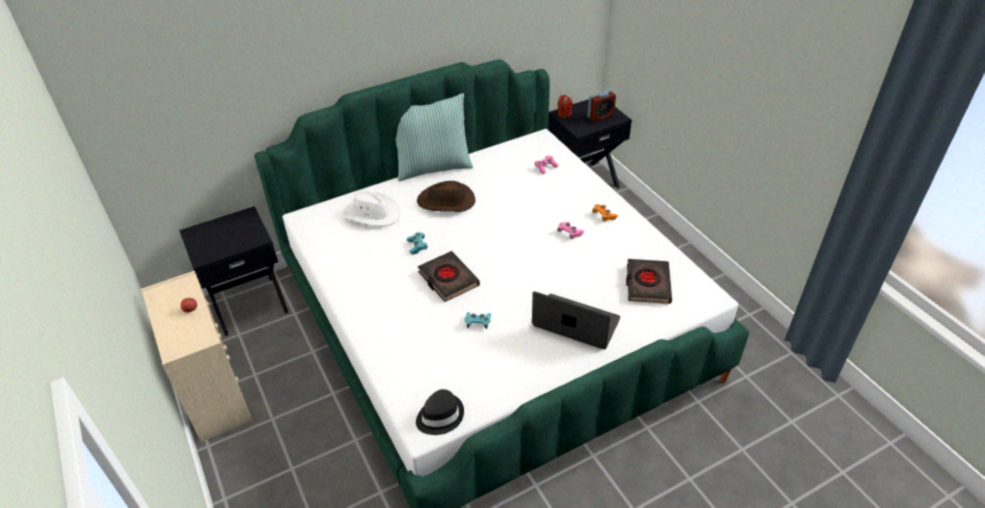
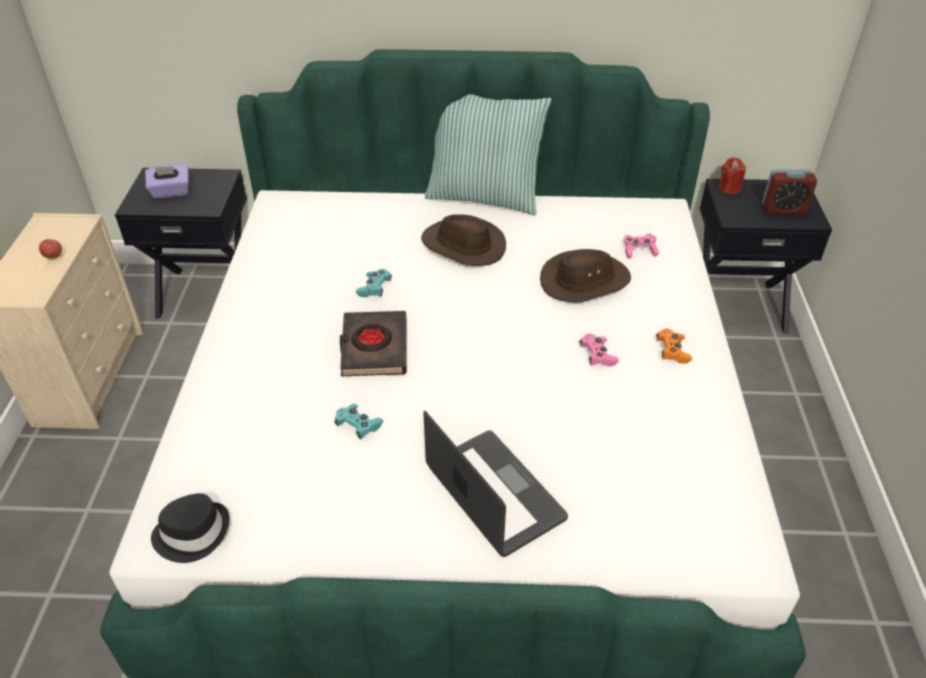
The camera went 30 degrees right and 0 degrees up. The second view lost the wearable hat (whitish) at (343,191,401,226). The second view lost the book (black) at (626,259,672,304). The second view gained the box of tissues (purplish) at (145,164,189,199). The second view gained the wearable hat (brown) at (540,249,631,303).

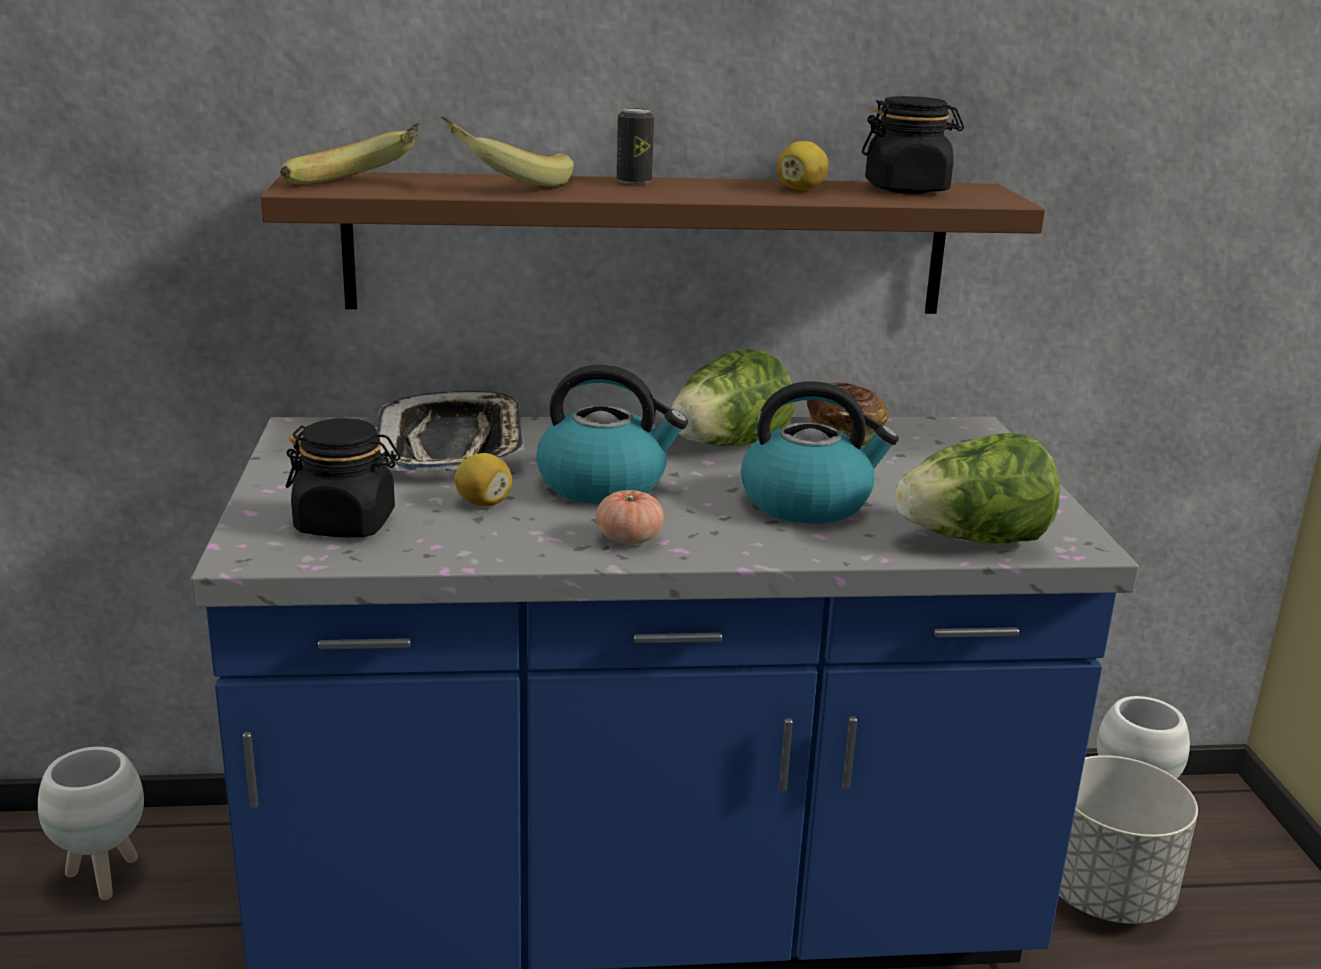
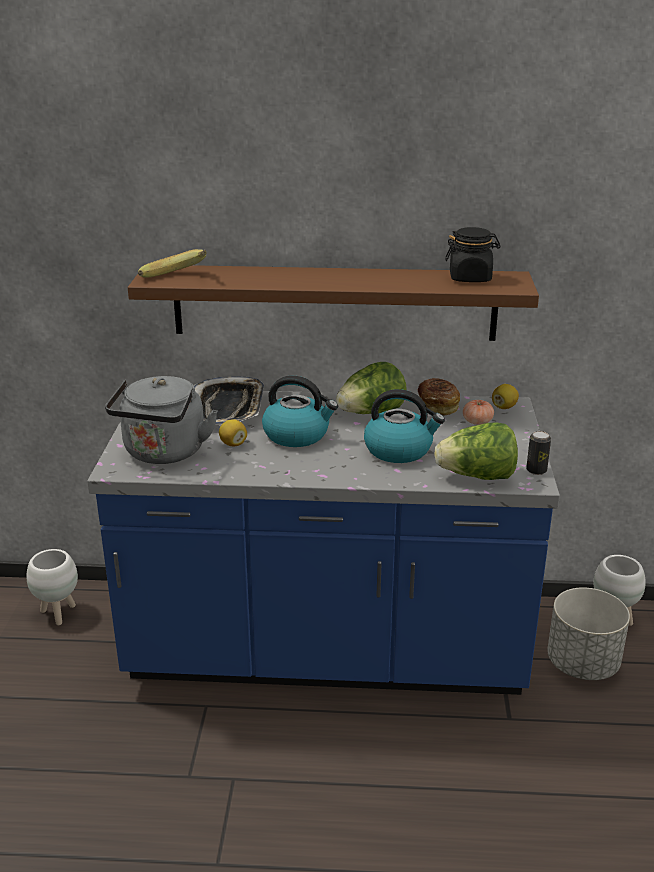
The camera went 10 degrees right and 5 degrees up. The can ended up elsewhere, having gone from (617,108,654,185) to (526,431,551,475). The second view lost the banana fruit at (441,117,574,186). The whole lemon ended up elsewhere, having gone from (777,141,829,190) to (492,384,519,409). Where the storage jar (black) stood at (286,418,401,537), the tea kettle (grey) came to stand at (105,376,218,464). The whole tomato ended up elsewhere, having gone from (596,490,664,544) to (463,400,494,425).

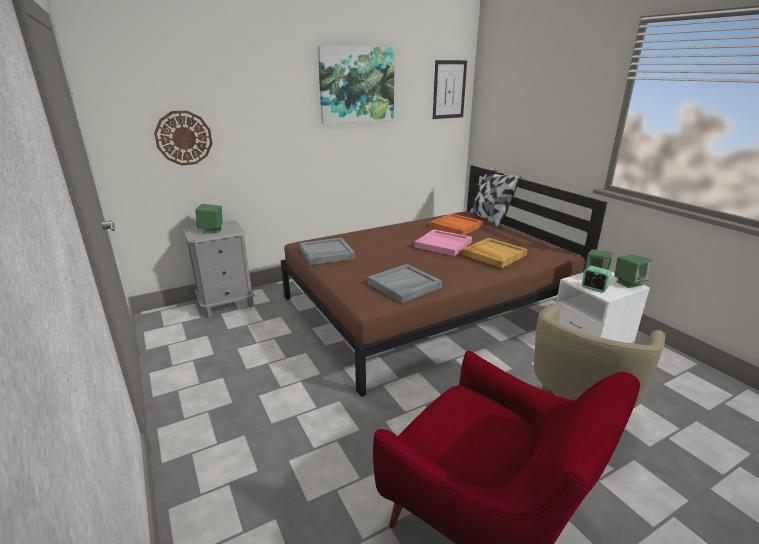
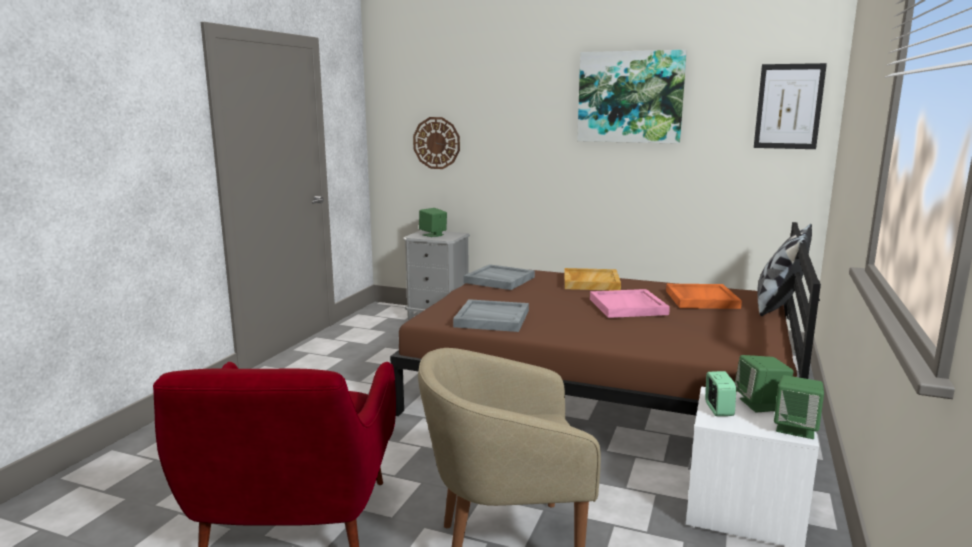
The camera went 50 degrees right and 10 degrees down. The tray (sand-coloured) ended up elsewhere, having gone from (462,238,528,268) to (564,268,621,291).

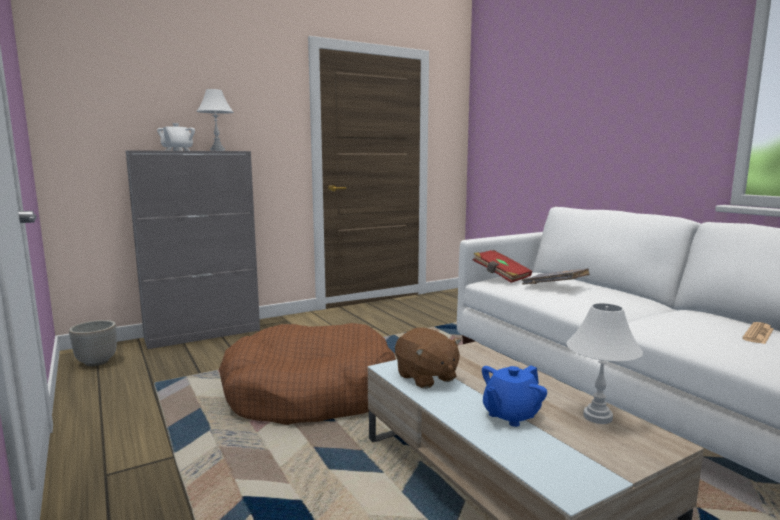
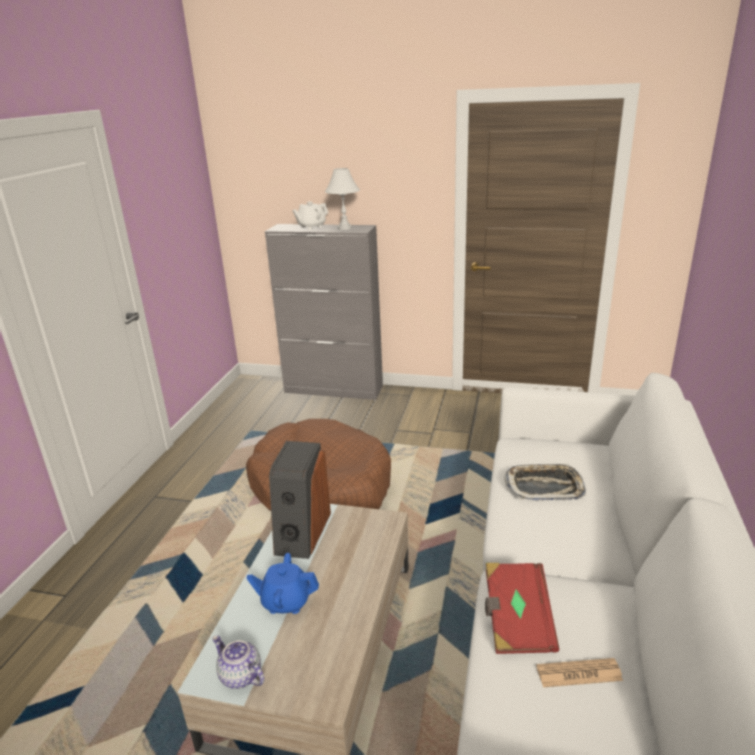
The camera went 45 degrees right and 15 degrees up. The book (reddish) ended up elsewhere, having gone from (473,250,532,283) to (485,563,559,654). Where the book (grey) stood at (522,268,590,284), the tray came to stand at (504,463,586,500). The second view lost the table lamp (whitish) at (566,303,643,424). The second view lost the plant pot at (69,320,117,366). Where the plush toy (brown) stood at (395,327,461,389), the audio speaker came to stand at (269,441,331,559). The second view gained the teapot at (212,636,265,689).

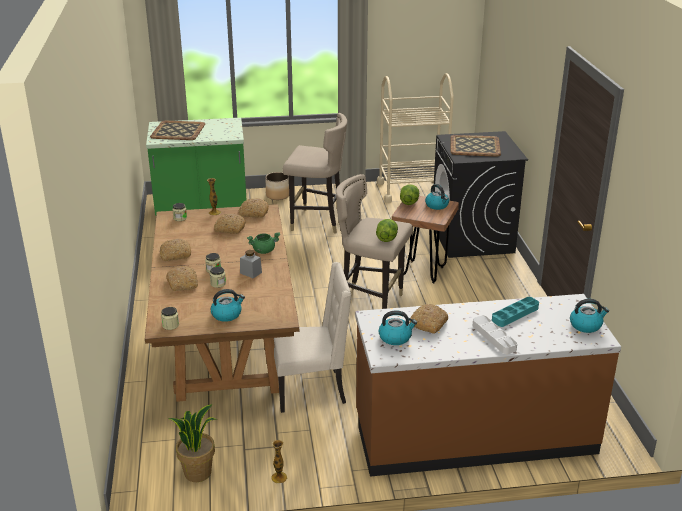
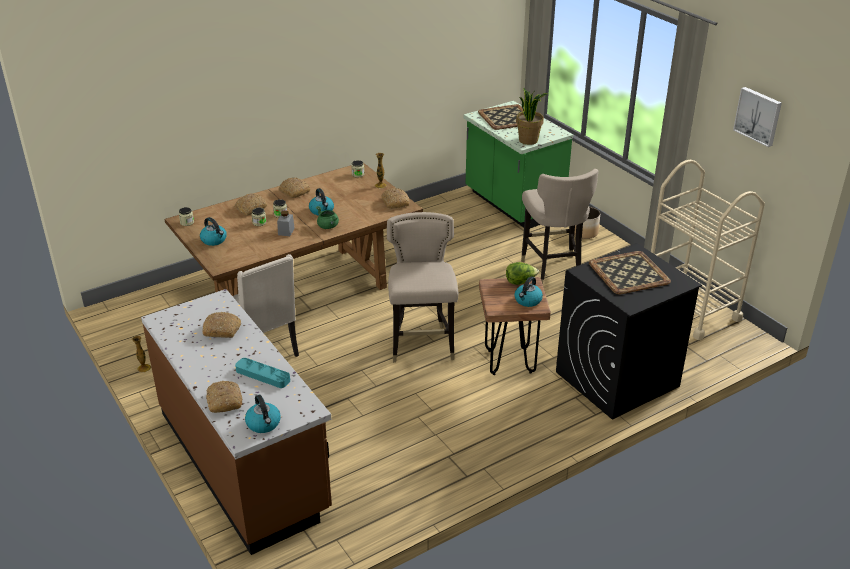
The camera went 65 degrees right and 5 degrees up. The bread ended up elsewhere, having gone from (214,213,246,234) to (206,381,243,413). The second view lost the lettuce at (376,219,398,242). The tea kettle ended up elsewhere, having gone from (379,310,417,345) to (309,188,334,215). The second view lost the tray (grey) at (472,315,517,354). The potted plant ended up elsewhere, having gone from (168,404,218,482) to (516,88,548,145). The second view gained the wall picture at (733,87,782,147).

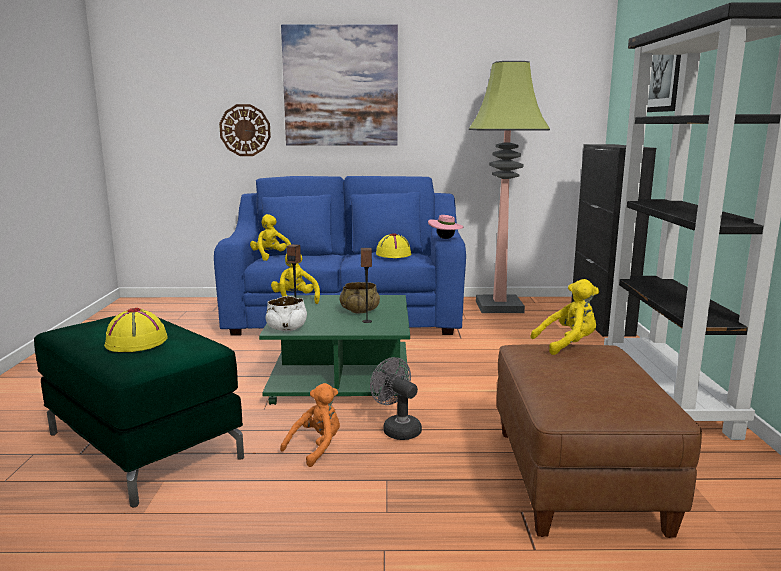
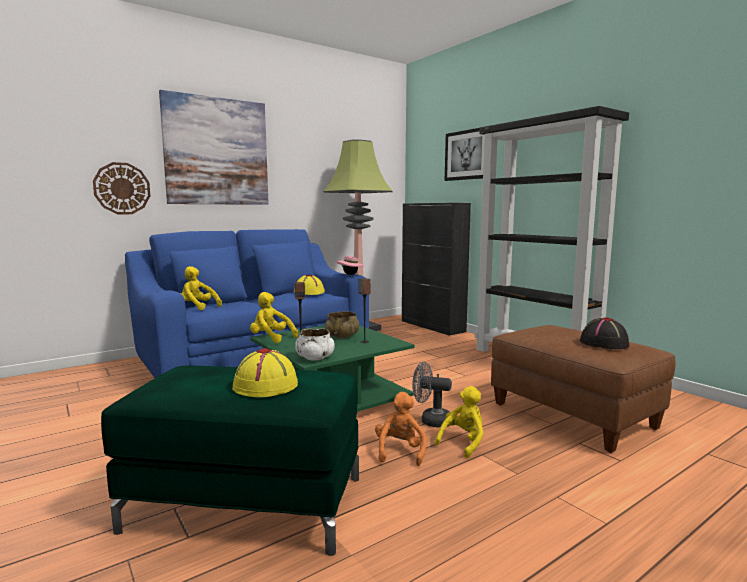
The camera went 35 degrees left and 5 degrees down. The plush toy (yellow-coloured) ended up elsewhere, having gone from (530,279,599,355) to (435,386,484,458). The second view gained the wearable hat (black) at (580,317,629,349).

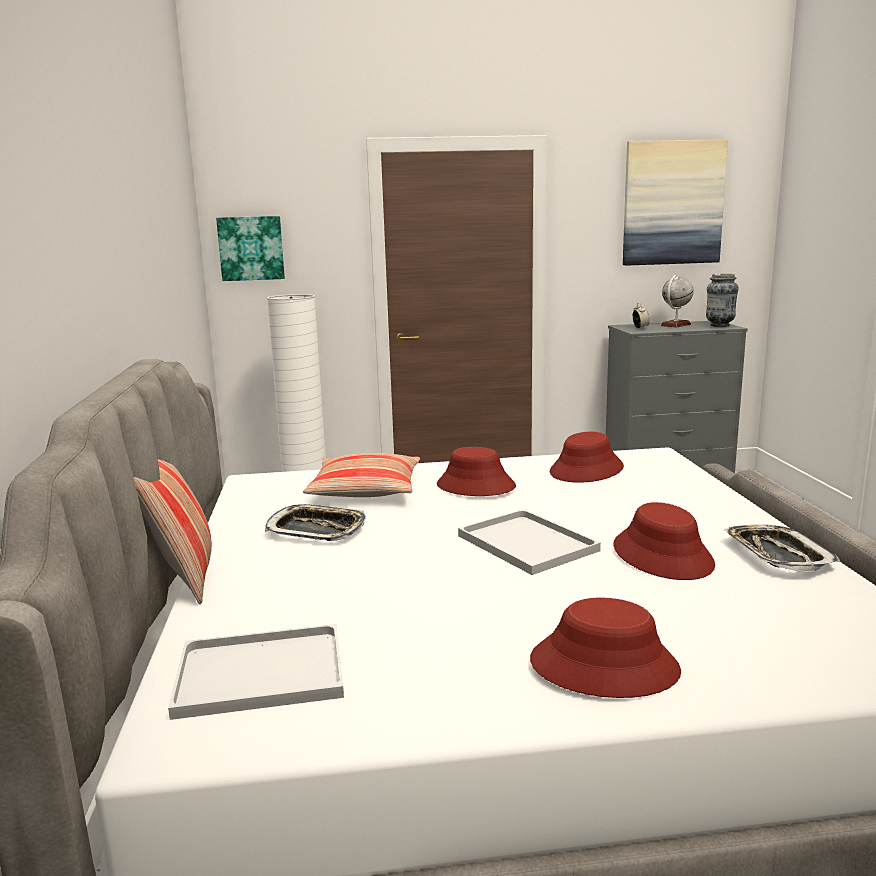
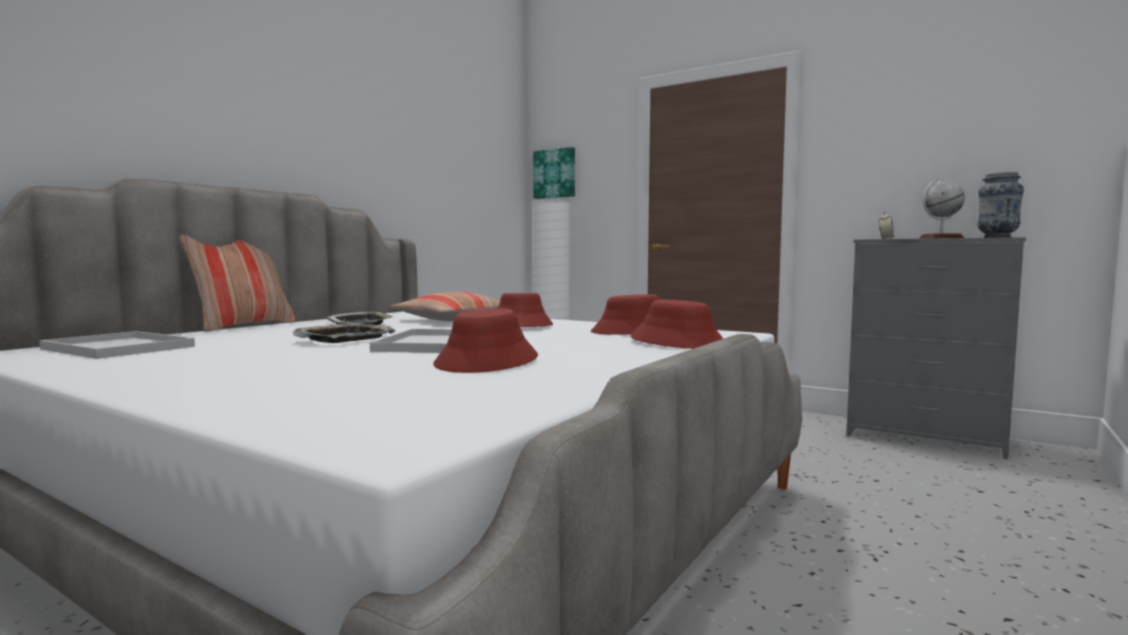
The camera went 40 degrees right and 10 degrees down. The second view lost the wall picture at (623,139,728,266). The tray ended up elsewhere, having gone from (724,525,840,572) to (293,323,396,343). The wearable hat (reddish) ended up elsewhere, having gone from (530,597,681,698) to (630,300,723,349).

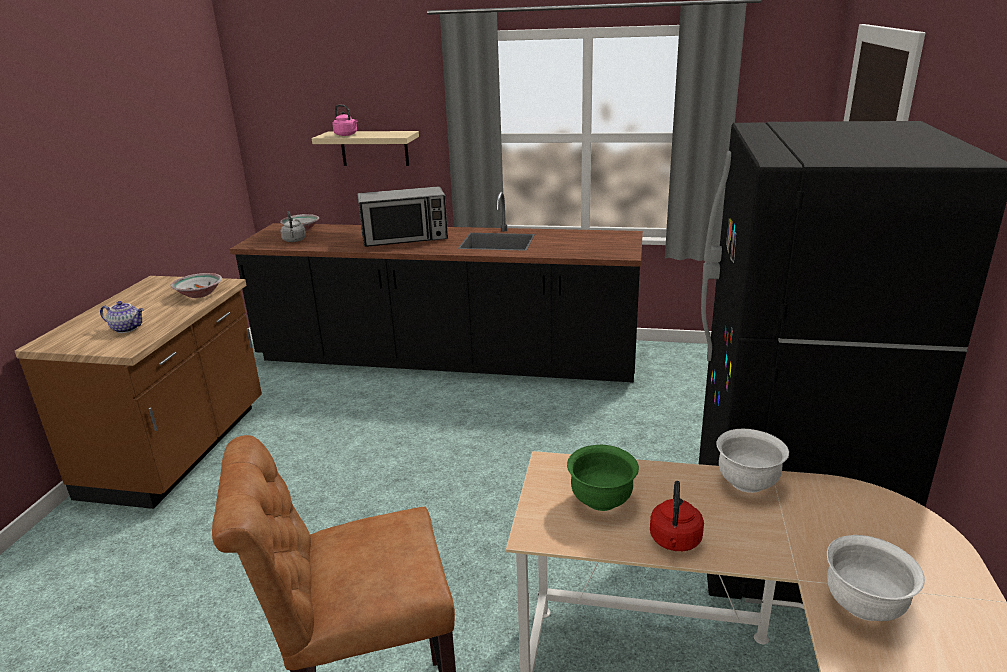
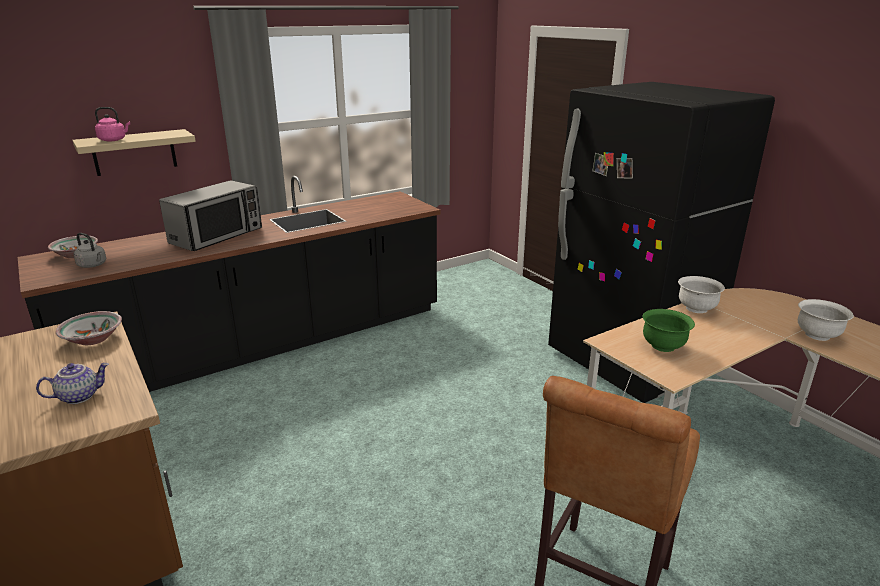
The camera went 45 degrees left and 0 degrees up. The second view lost the tea kettle (reddish) at (650,481,704,551).

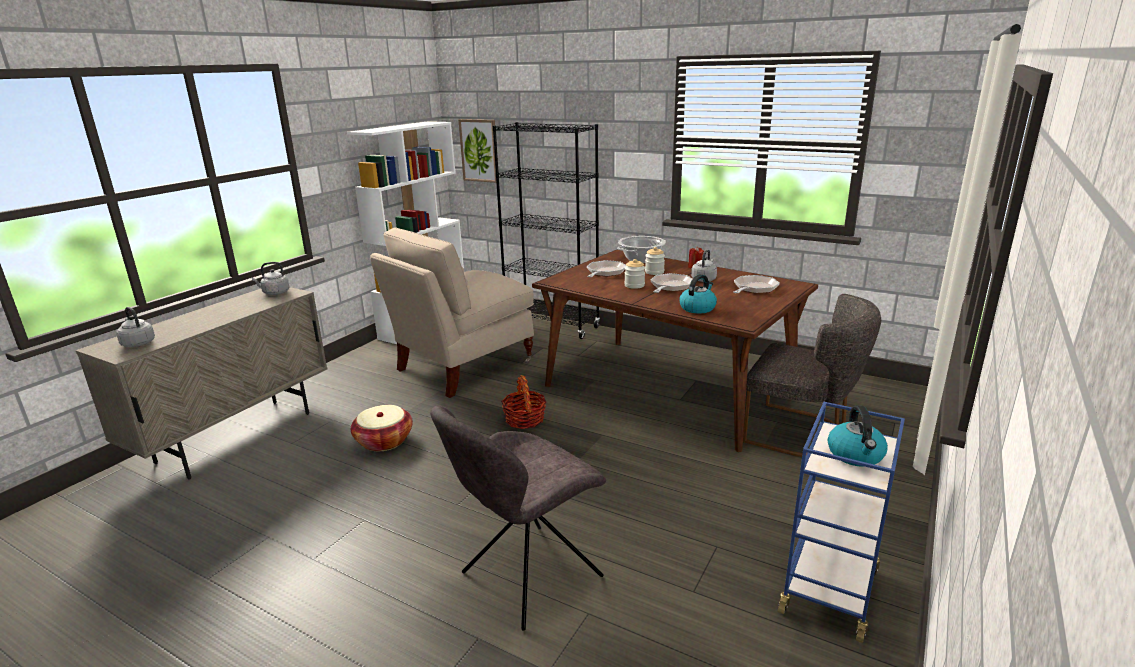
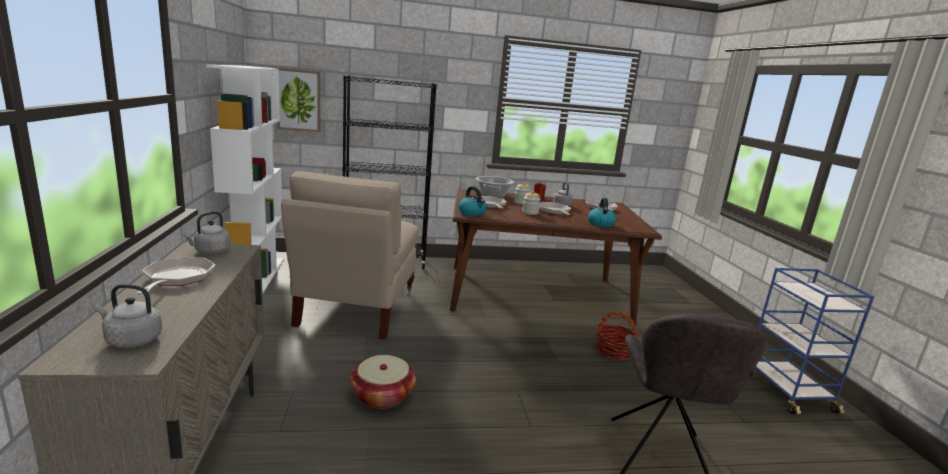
The camera went 40 degrees left and 5 degrees down. The second view lost the upright chair (grey) at (743,294,881,457). The basket ended up elsewhere, having gone from (501,375,547,429) to (597,312,639,360). The tea kettle ended up elsewhere, having gone from (828,405,888,467) to (459,186,487,216). The second view gained the skillet at (136,257,215,295).

